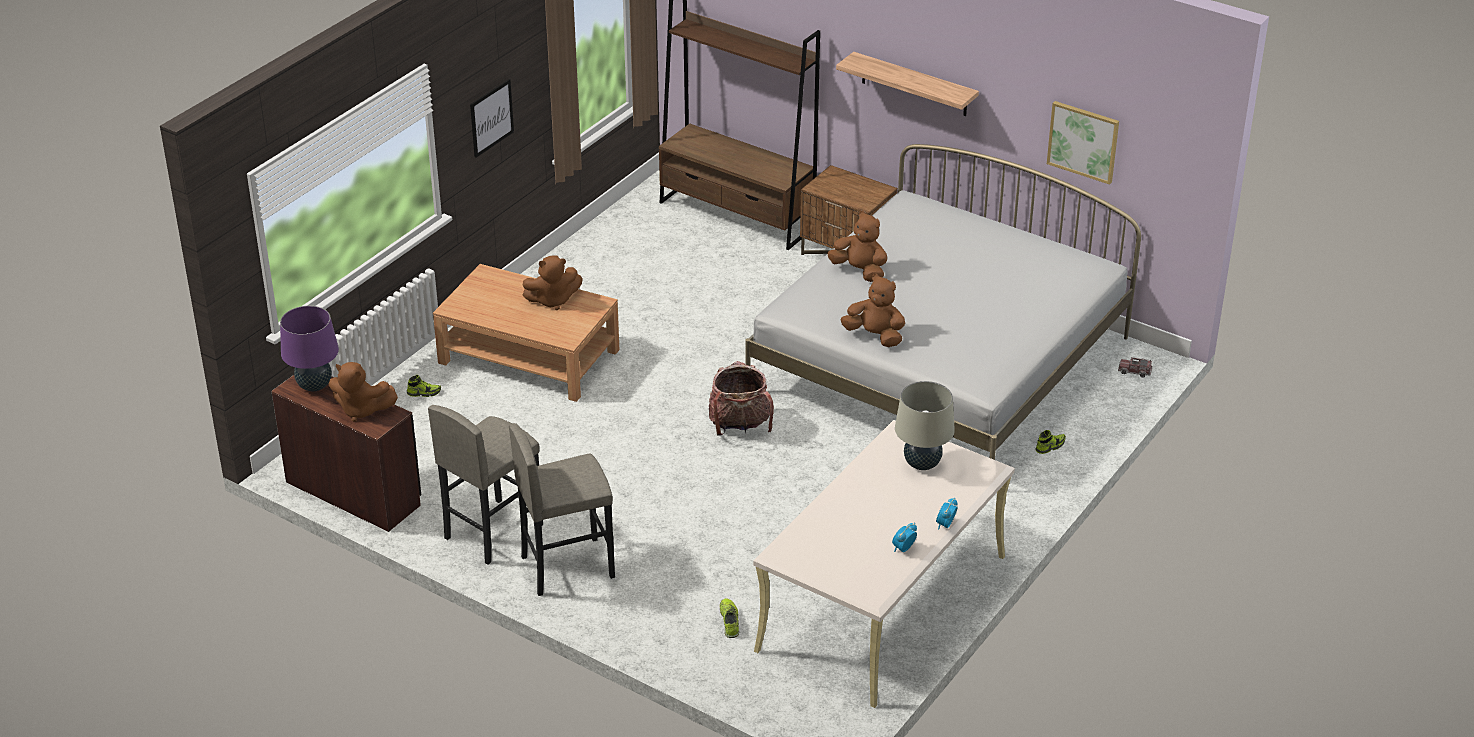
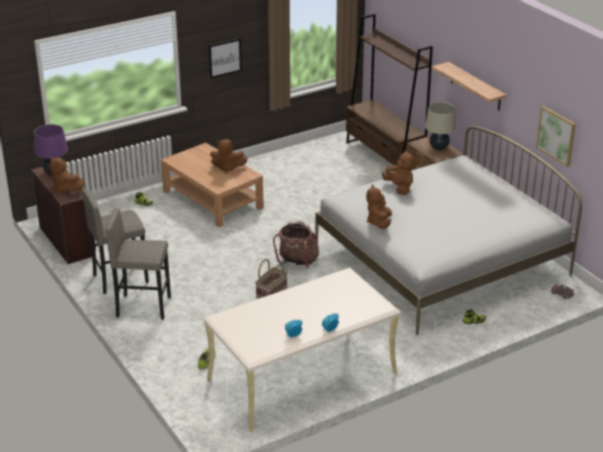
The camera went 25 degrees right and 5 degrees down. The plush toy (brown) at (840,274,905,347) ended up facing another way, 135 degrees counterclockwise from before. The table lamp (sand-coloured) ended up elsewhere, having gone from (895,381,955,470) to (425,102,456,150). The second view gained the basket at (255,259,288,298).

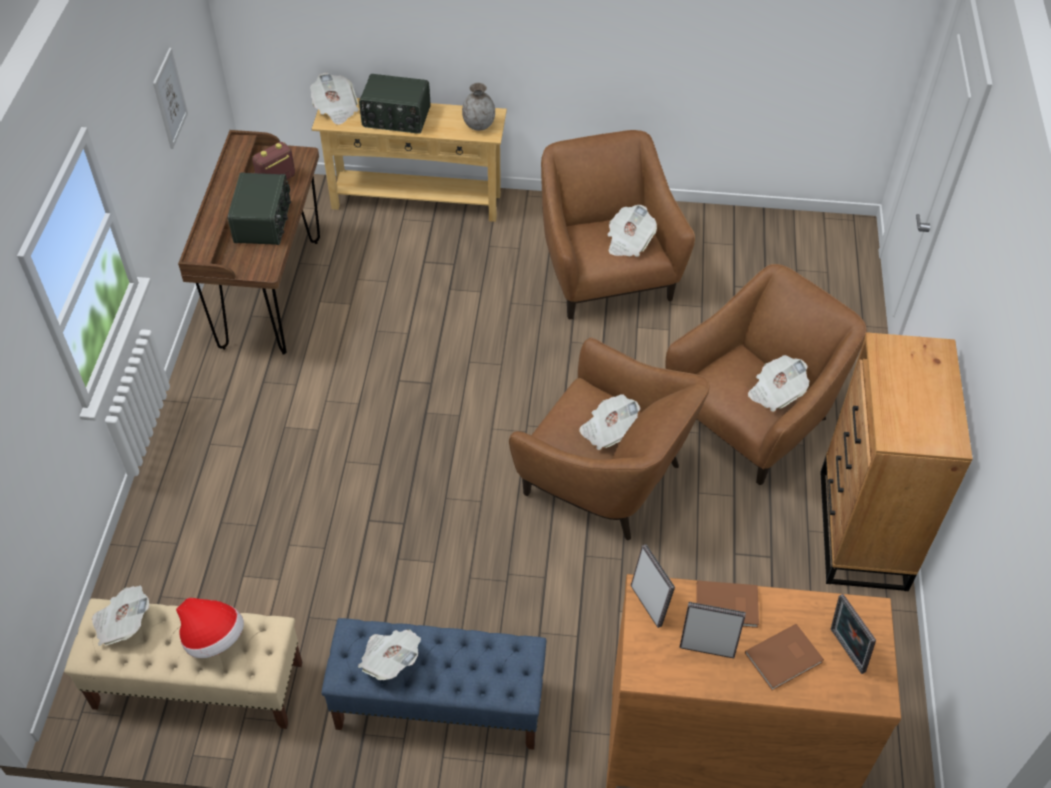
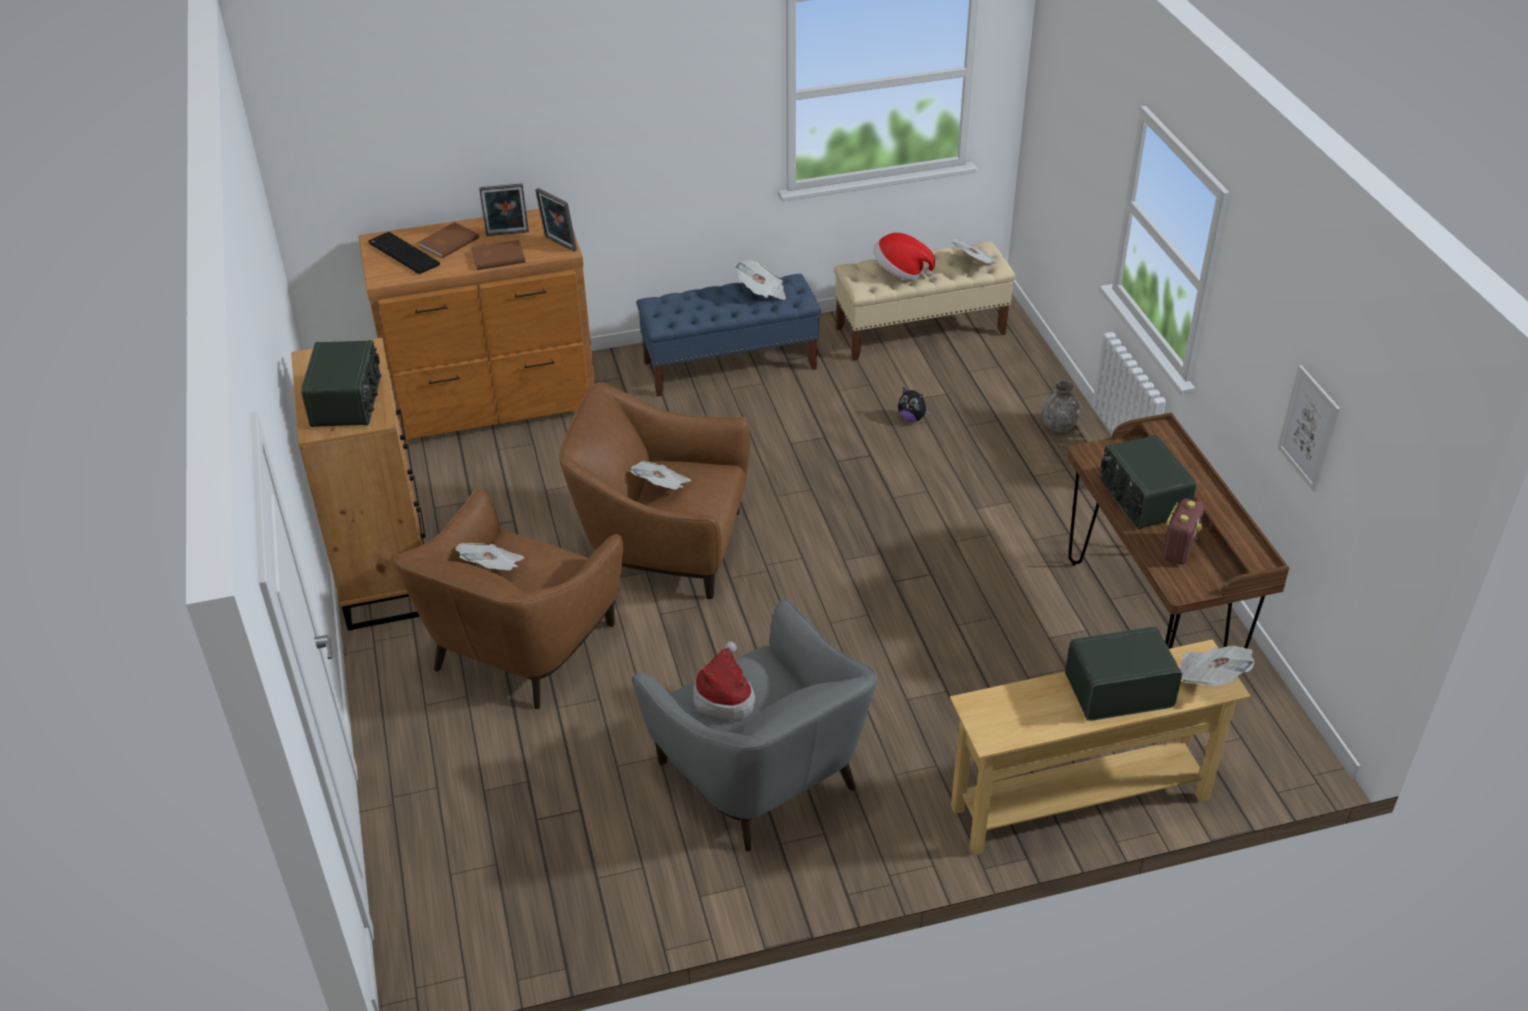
The camera went 160 degrees right and 10 degrees down. The vase (grey) ended up elsewhere, having gone from (462,82,495,131) to (1043,380,1080,432). What was the armchair (brown) at (541,130,695,319) turned into the armchair (grey) at (632,599,877,851). Where the printed paper stood at (607,205,657,257), the wearable hat came to stand at (693,641,755,721). Where the standing frame stood at (831,594,876,674), the PC keyboard came to stand at (369,232,440,274). The second view gained the radio set at (301,340,382,427). The second view gained the plush toy at (898,387,931,422).

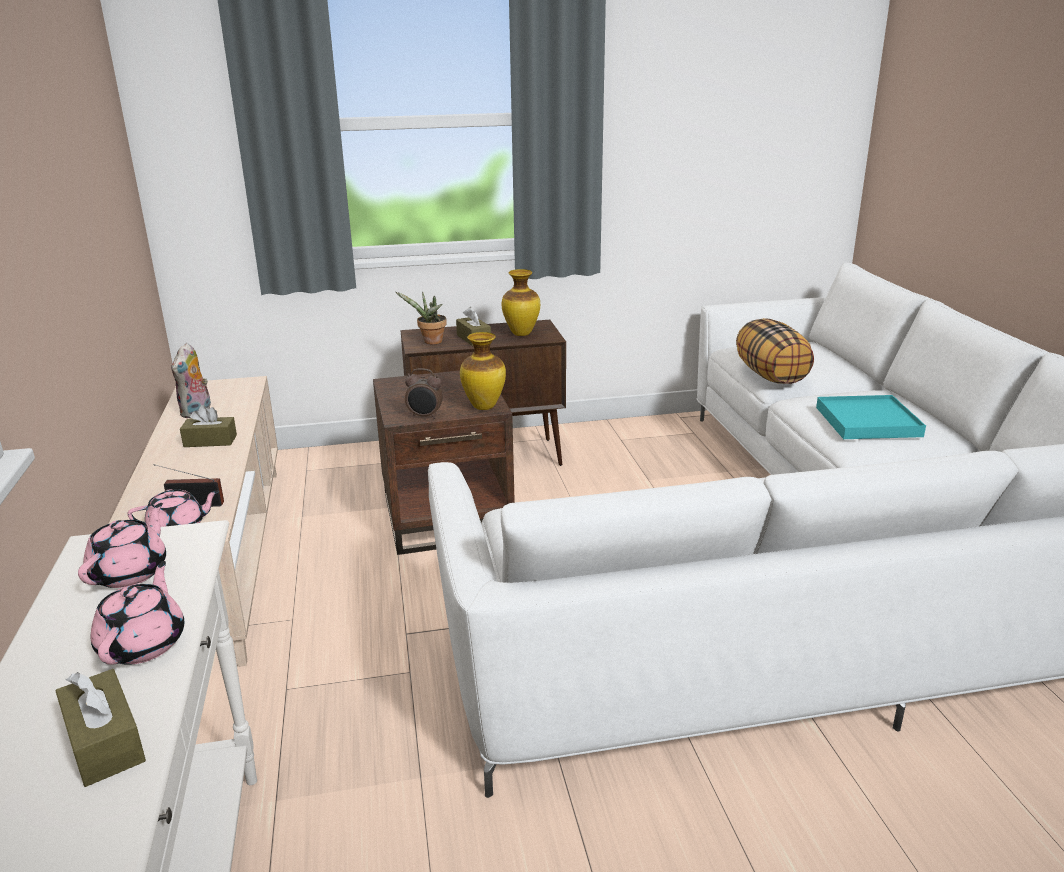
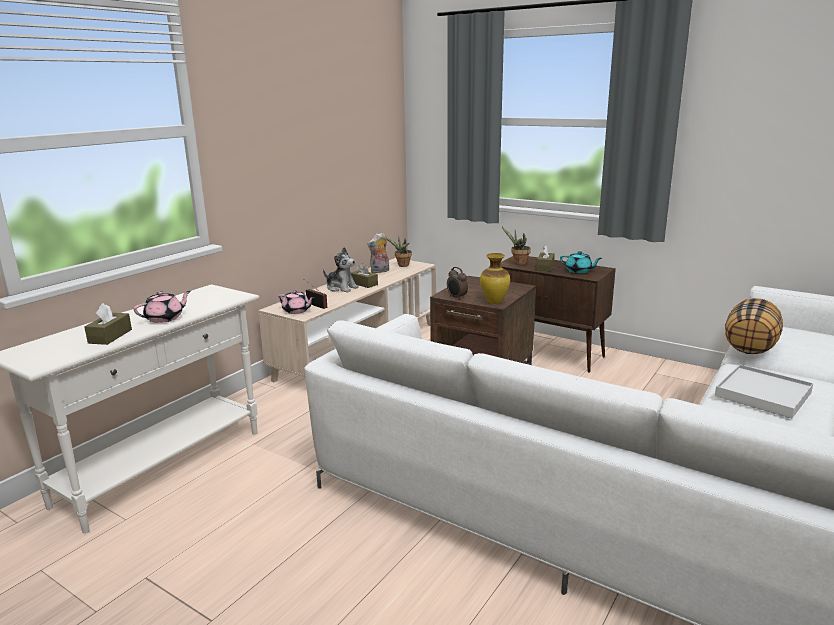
The camera went 45 degrees right and 5 degrees down. Where the vase stood at (502,269,540,336), the teapot (turquoise) came to stand at (560,251,602,273). What was the tray (turquoise) at (816,395,926,439) turned into the tray (whitish) at (715,364,813,419). The second view lost the teapot (pink) at (78,503,166,588). The second view gained the potted plant at (385,236,412,267). The second view gained the plush toy at (323,247,359,292).

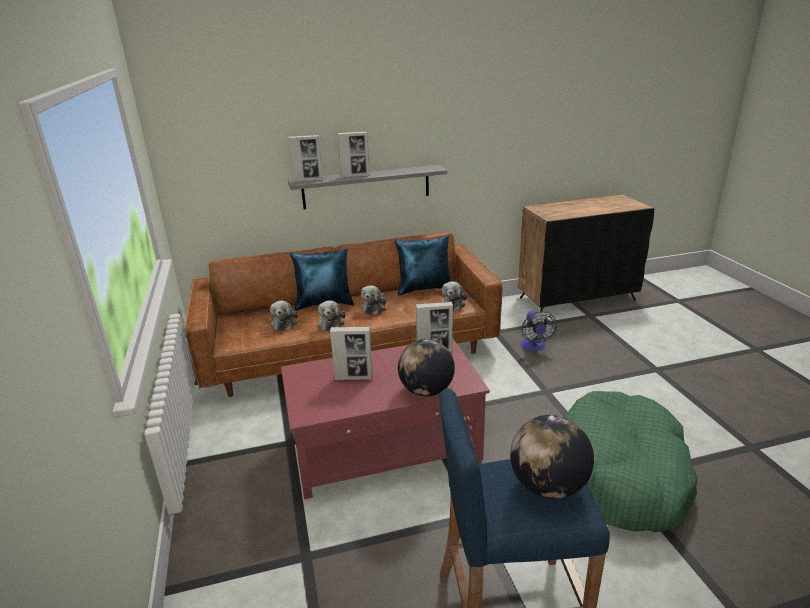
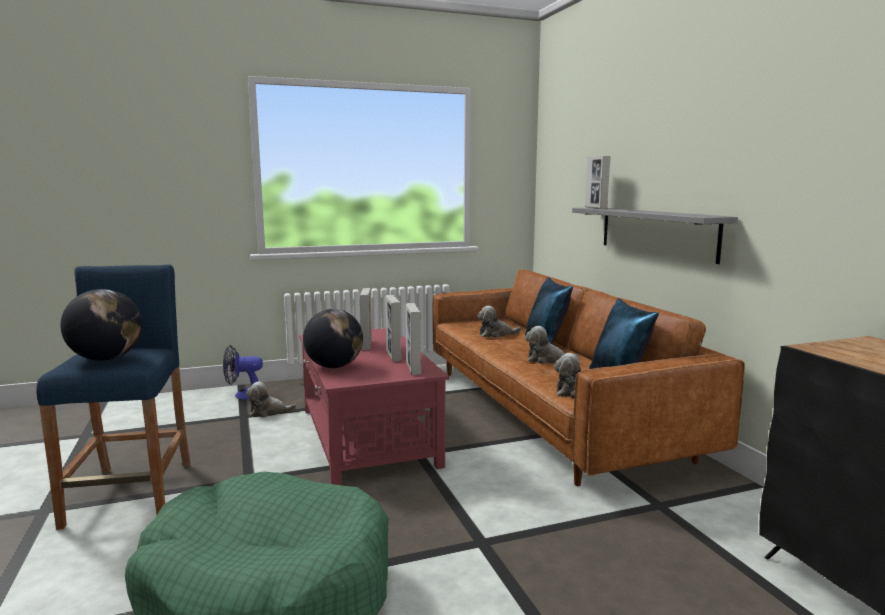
The camera went 85 degrees right and 15 degrees down. The standing frame ended up elsewhere, having gone from (337,132,370,178) to (385,295,402,361). The plush toy ended up elsewhere, having gone from (318,300,345,331) to (246,382,297,417). The electric fan ended up elsewhere, having gone from (520,311,557,351) to (223,345,263,400).

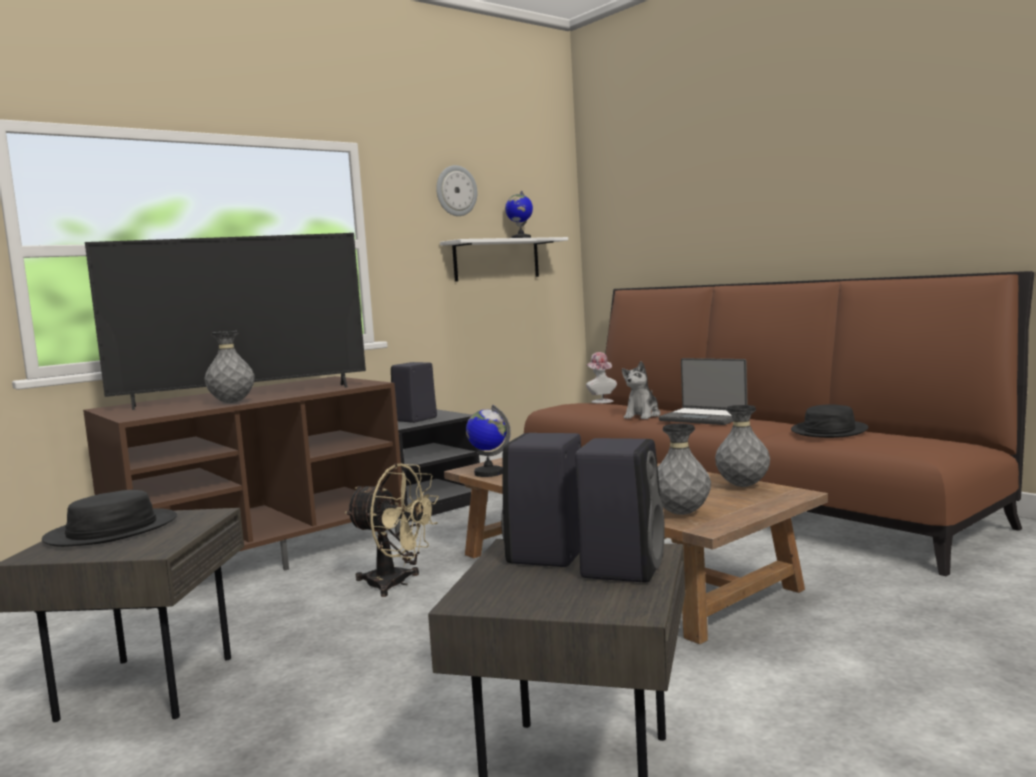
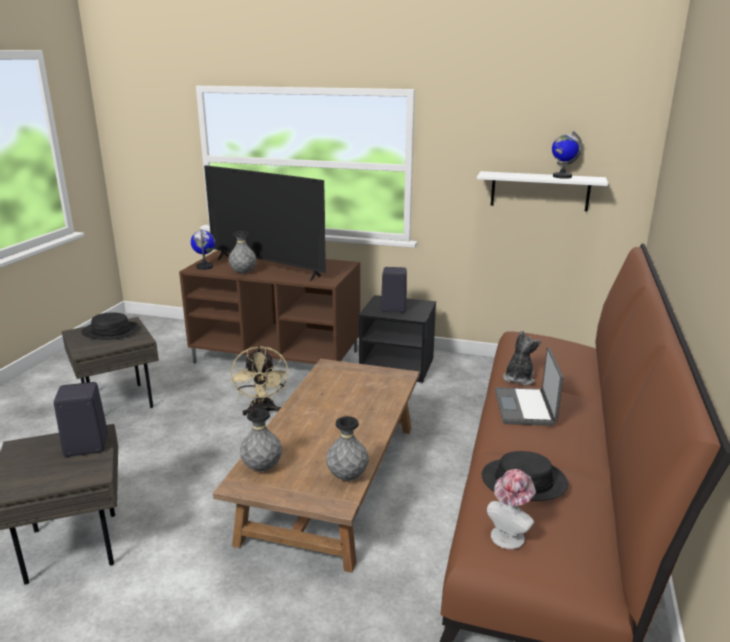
The camera went 55 degrees right and 15 degrees up. The second view lost the clock on the wall at (436,165,477,216). The wearable hat ended up elsewhere, having gone from (586,352,617,403) to (487,469,536,549). The plush toy at (622,361,661,419) ended up facing another way, 120 degrees clockwise from before. The globe ended up elsewhere, having gone from (466,405,511,477) to (191,229,215,270). The second view lost the audio speaker (black) at (575,438,665,582).

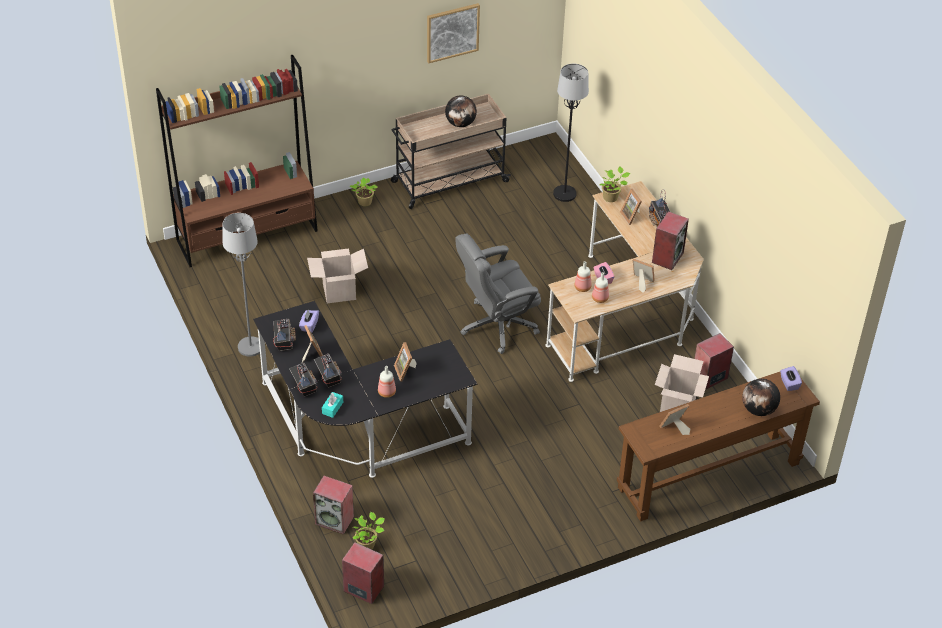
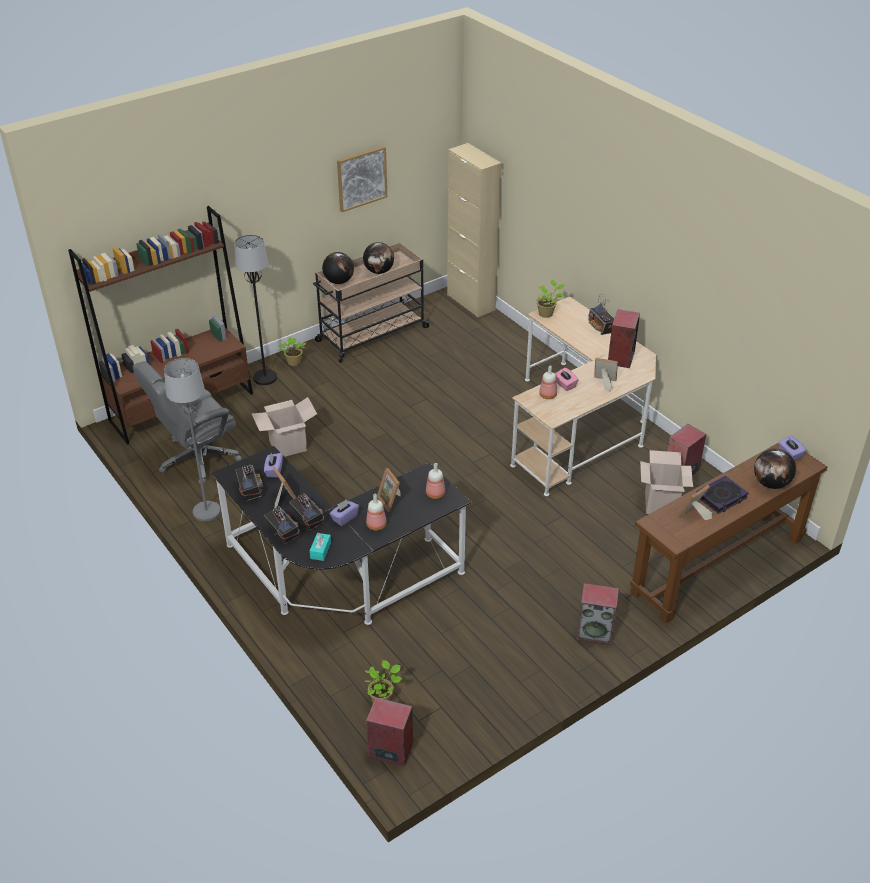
The camera went 10 degrees left and 5 degrees down. The standing lamp (black) ended up elsewhere, having gone from (553,64,589,202) to (234,235,277,385). The second view lost the standing frame at (620,189,642,225). The computer chair (grey) ended up elsewhere, having gone from (456,234,541,354) to (133,361,242,485). The bottle ended up elsewhere, having gone from (592,272,609,303) to (426,463,445,499). The audio speaker ended up elsewhere, having gone from (313,476,354,535) to (576,583,619,645). The second view gained the cabinet (sand-coloured) at (447,143,502,318). The second view gained the globe at (322,252,354,284). The second view gained the book at (696,475,749,514). The second view gained the box of tissues (purplish) at (329,500,359,526).

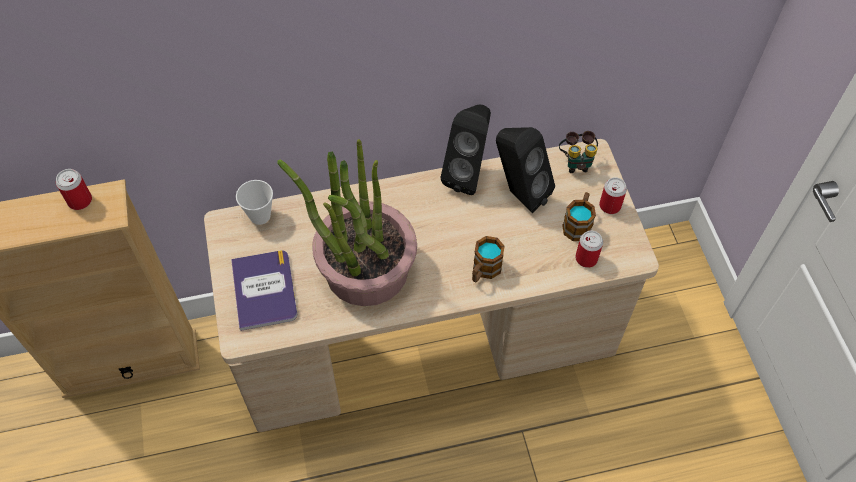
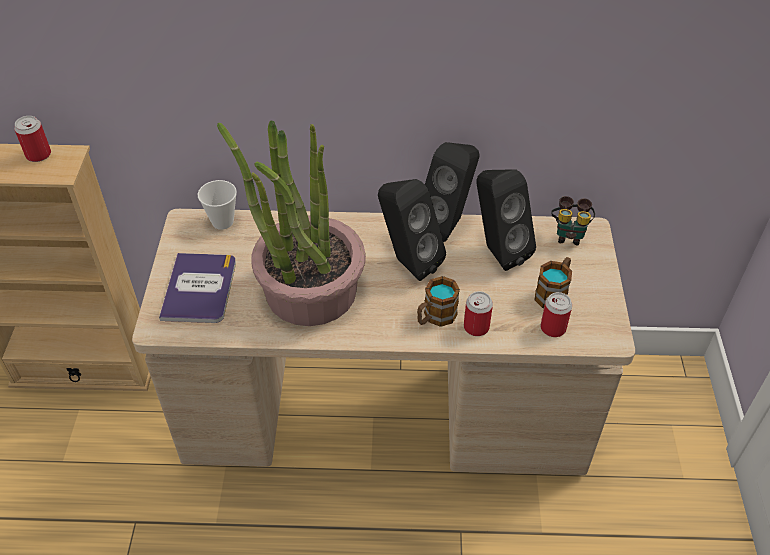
The camera went 15 degrees right and 10 degrees down. The can ended up elsewhere, having gone from (599,177,627,214) to (464,291,493,336). The second view gained the audio speaker (black) at (378,179,446,281).

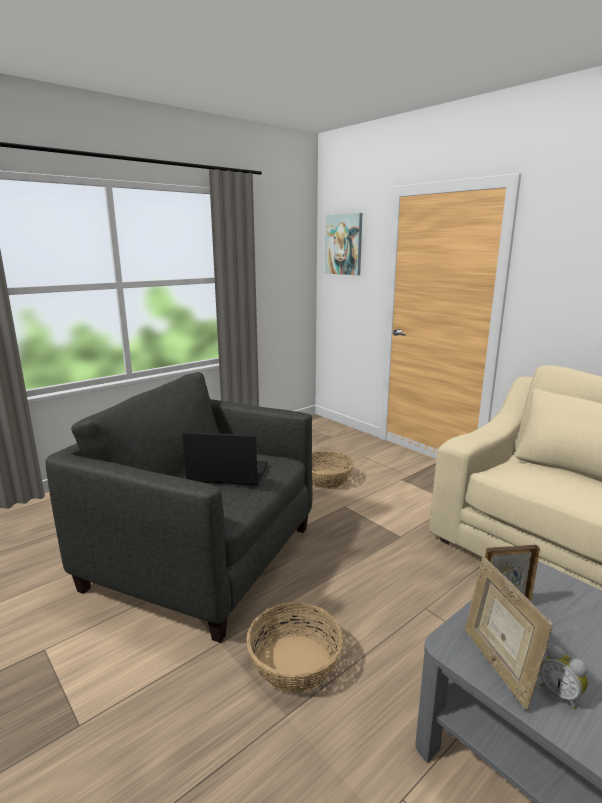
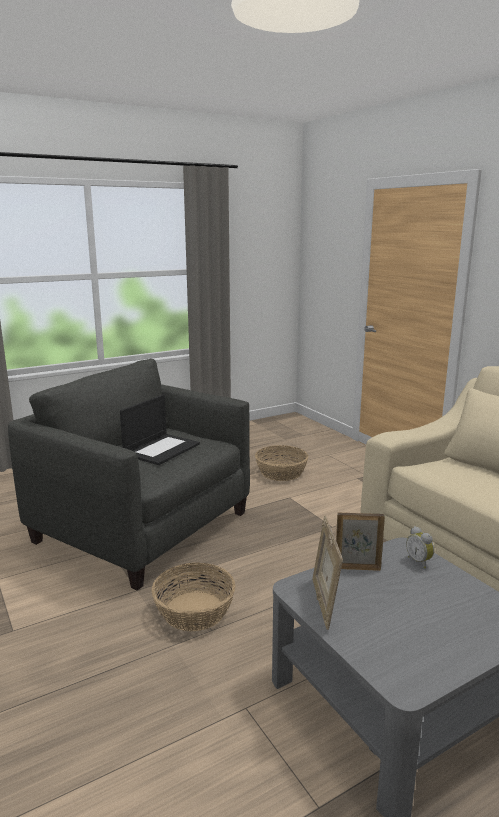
The camera went 10 degrees right and 0 degrees up. The second view lost the wall picture at (325,213,362,275). The portable computer at (182,432,268,486) ended up facing another way, 105 degrees clockwise from before. The bedside clock ended up elsewhere, having gone from (540,645,588,709) to (406,526,434,568).

